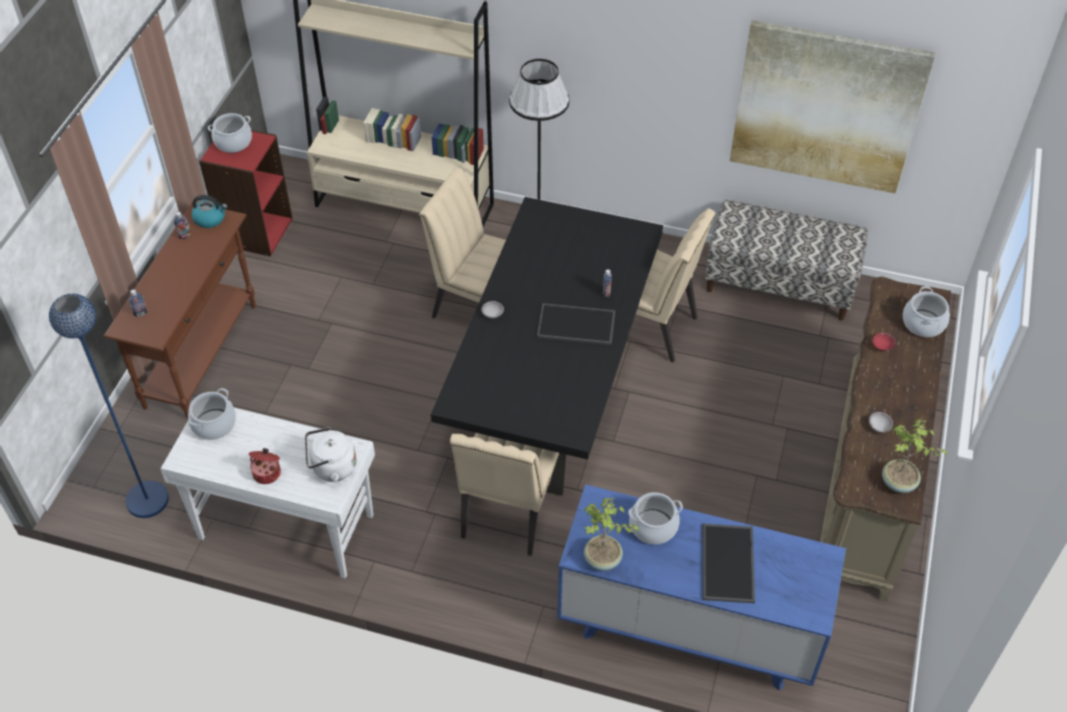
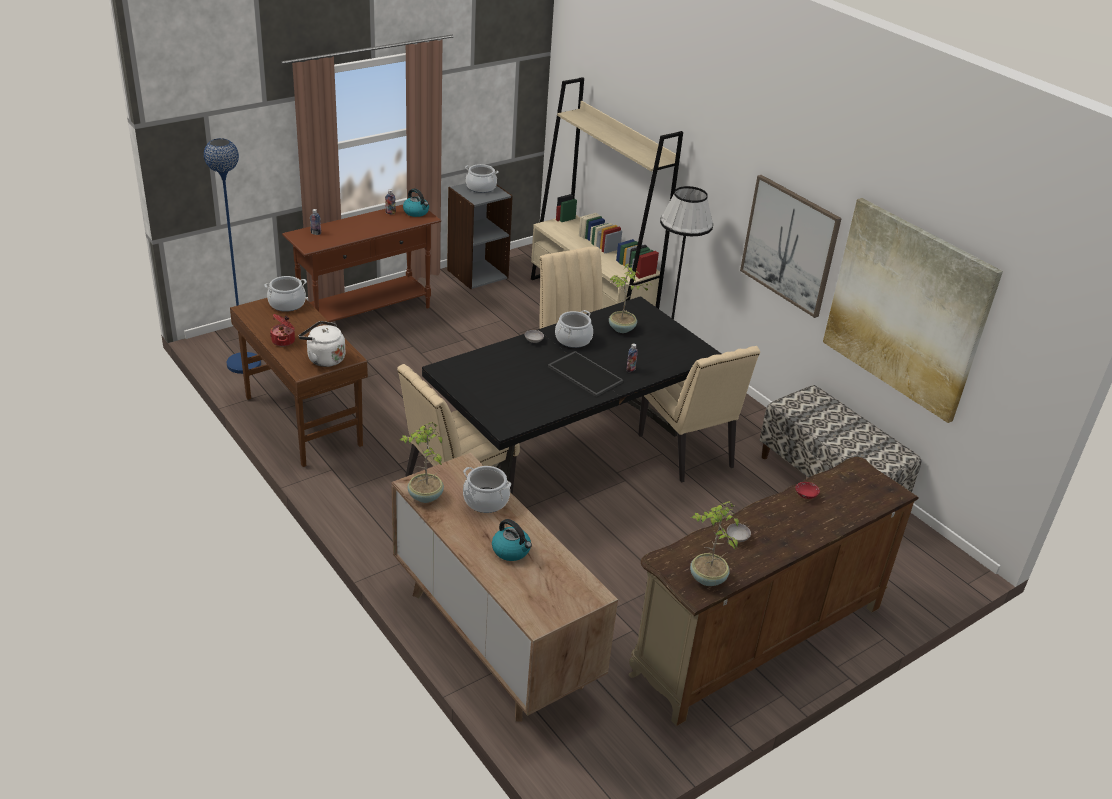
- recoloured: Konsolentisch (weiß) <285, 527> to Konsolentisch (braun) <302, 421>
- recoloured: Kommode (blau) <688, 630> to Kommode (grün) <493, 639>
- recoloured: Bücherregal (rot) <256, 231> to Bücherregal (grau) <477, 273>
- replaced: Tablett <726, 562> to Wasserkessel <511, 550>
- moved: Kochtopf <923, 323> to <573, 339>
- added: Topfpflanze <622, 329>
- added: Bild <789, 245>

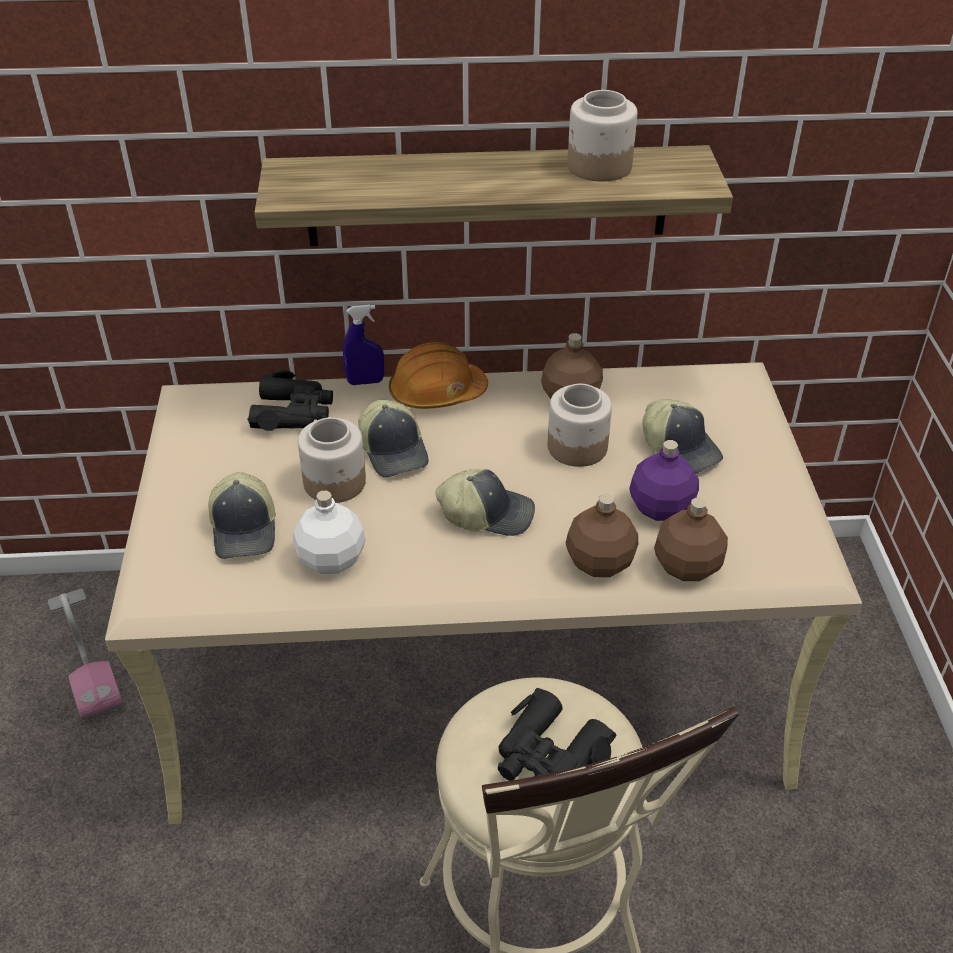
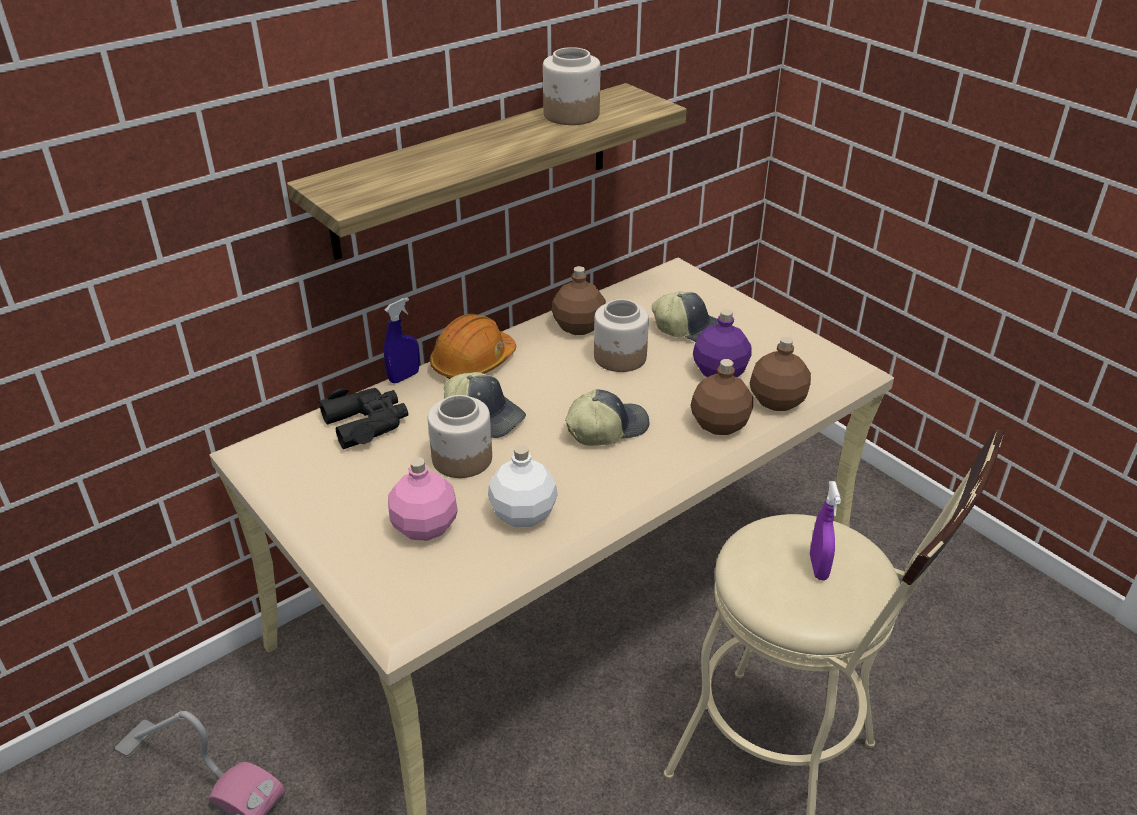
- replaced: Kappe <245, 529> to Flasche (rosa) <425, 526>
- replaced: Fernglas (schwarz) <548, 756> to Sprühflasche (lila) <818, 567>

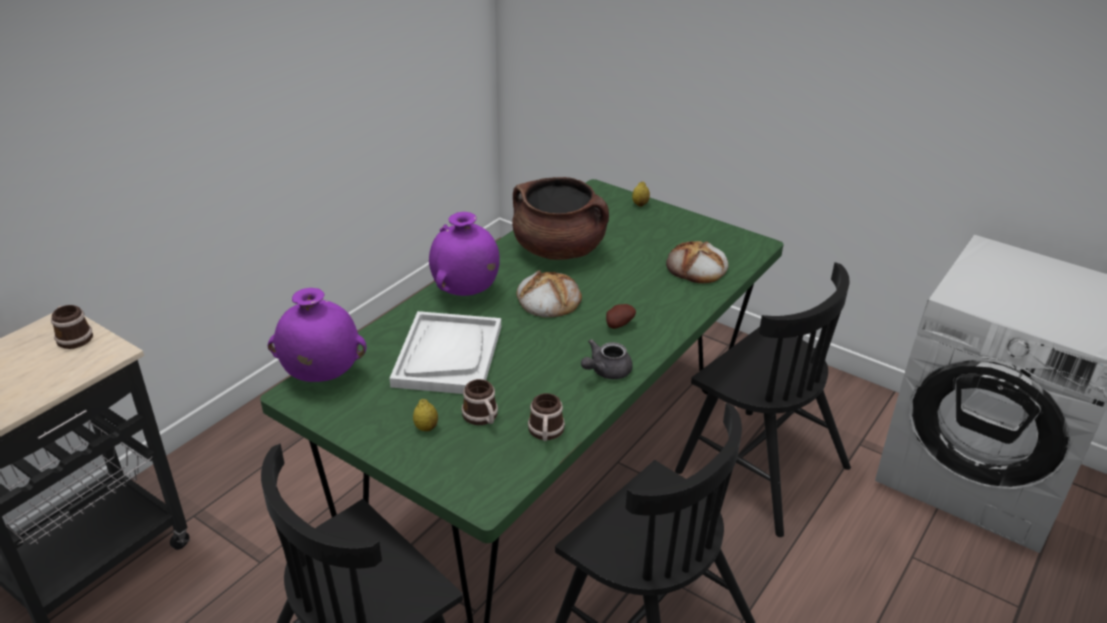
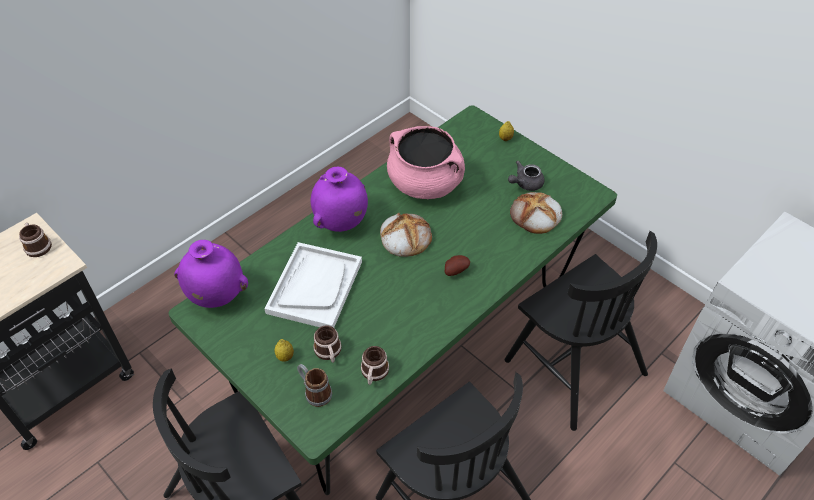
- added: Henkelbecher <314, 392>
- recoloured: Kochtopf (braun) <559, 250> to Kochtopf (rosa) <425, 184>
- moved: Teekanne (grau) <606, 371> to <525, 184>

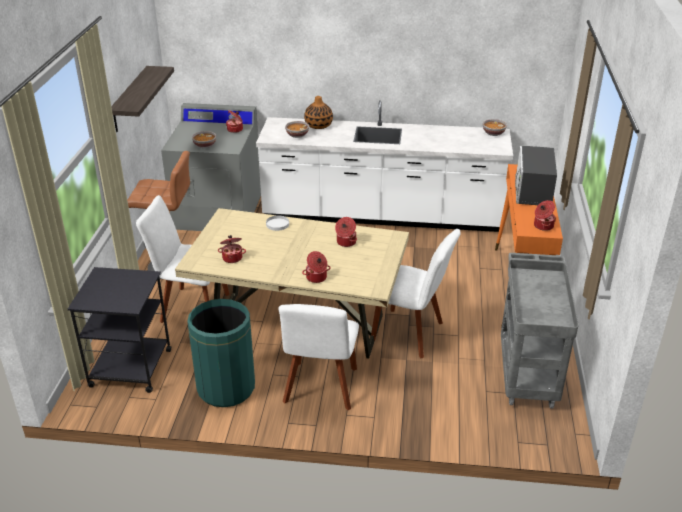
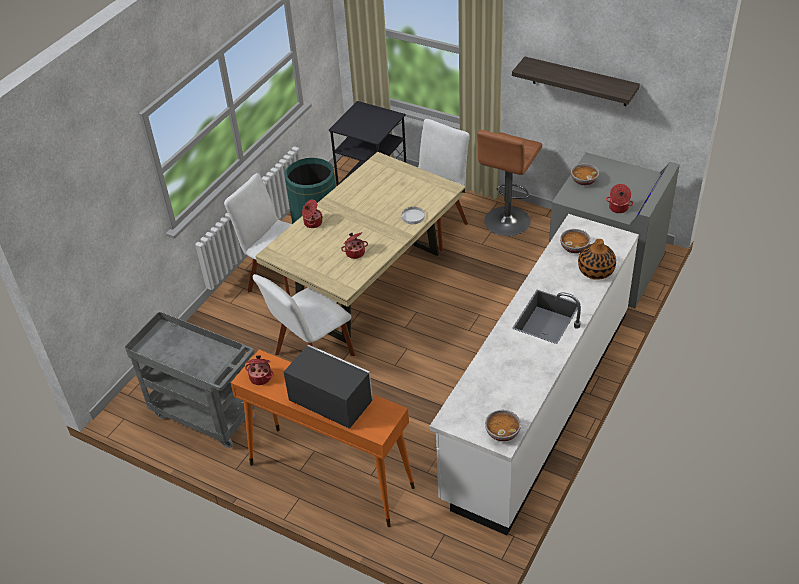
- removed: Kochtopf <232, 257>

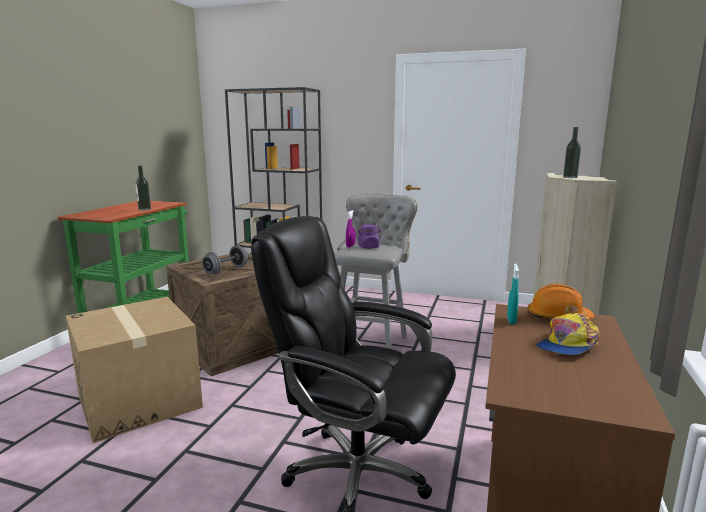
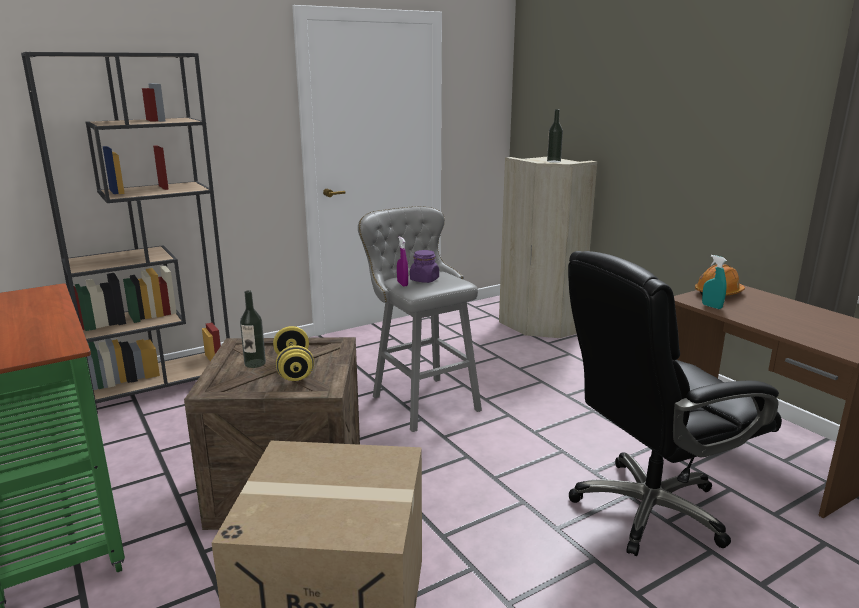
- moved: Flasche <144, 209> to <255, 363>
- recoloured: Hantel (grau) <226, 270> to Hantel (gelb) <294, 369>
- removed: Kappe <567, 345>

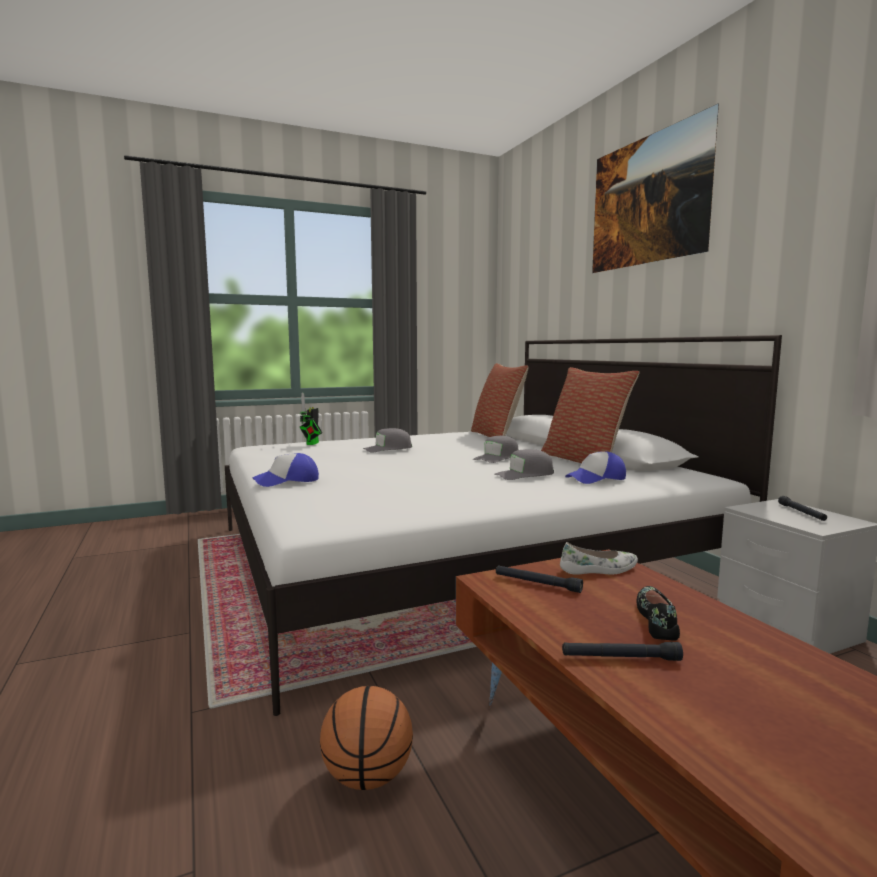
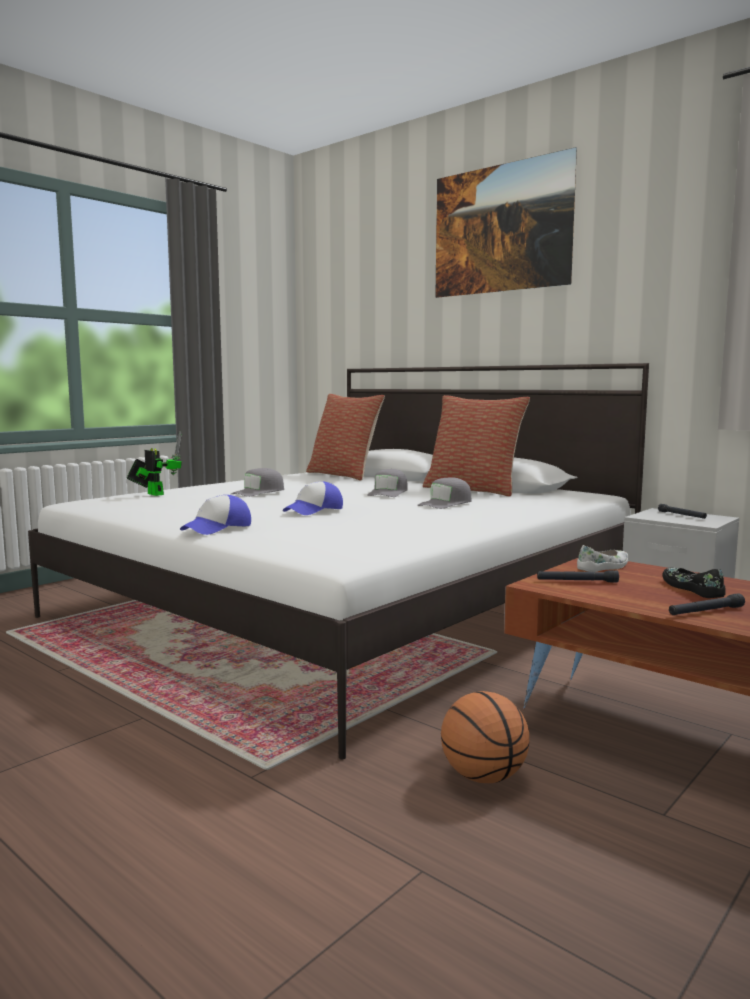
- turned: Spielzeugroboter <311, 444> = <154, 494> 150 degrees clockwise
- moved: Kappe <596, 479> to <314, 510>

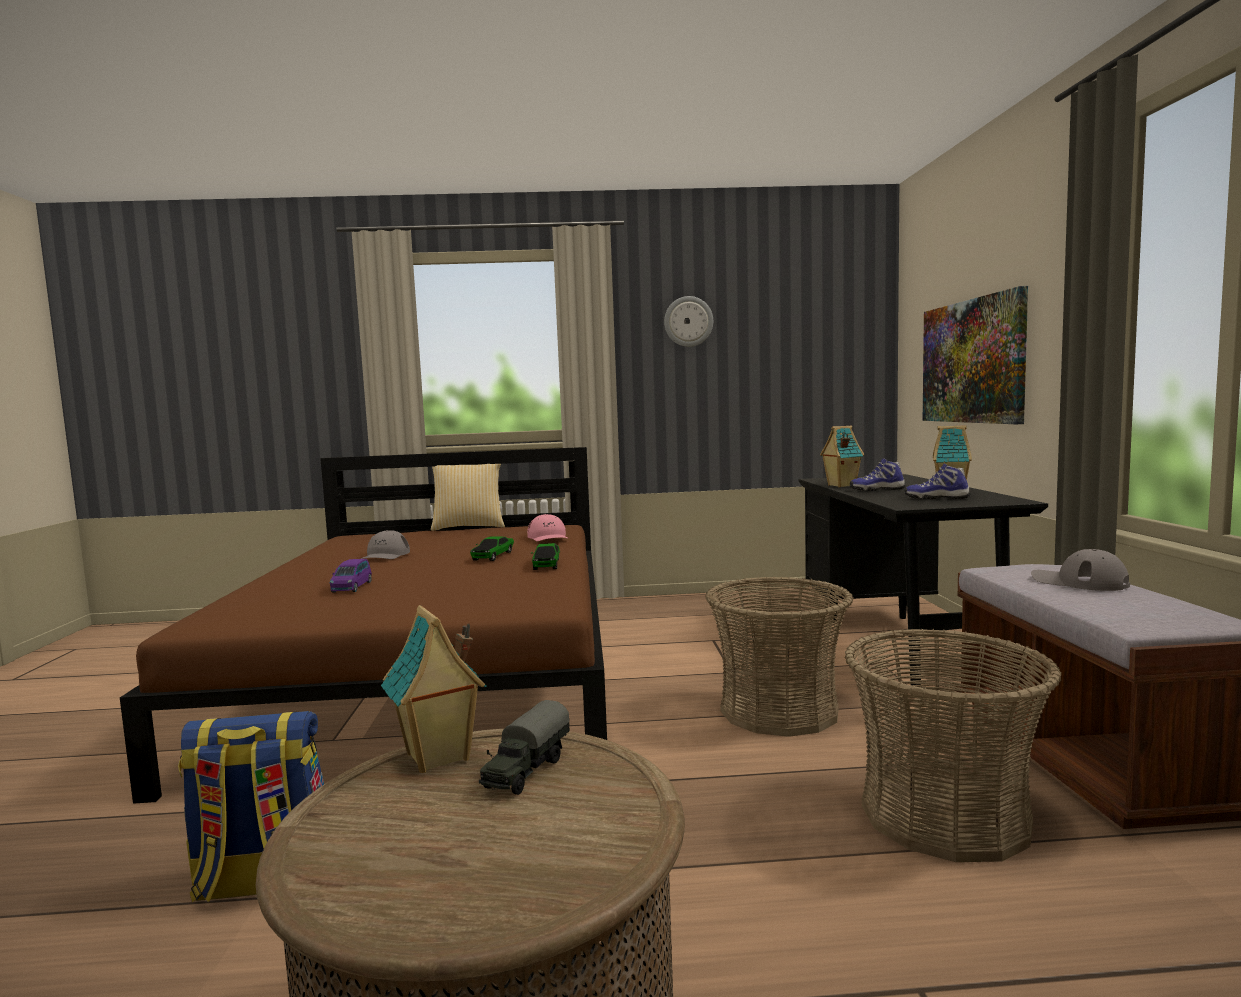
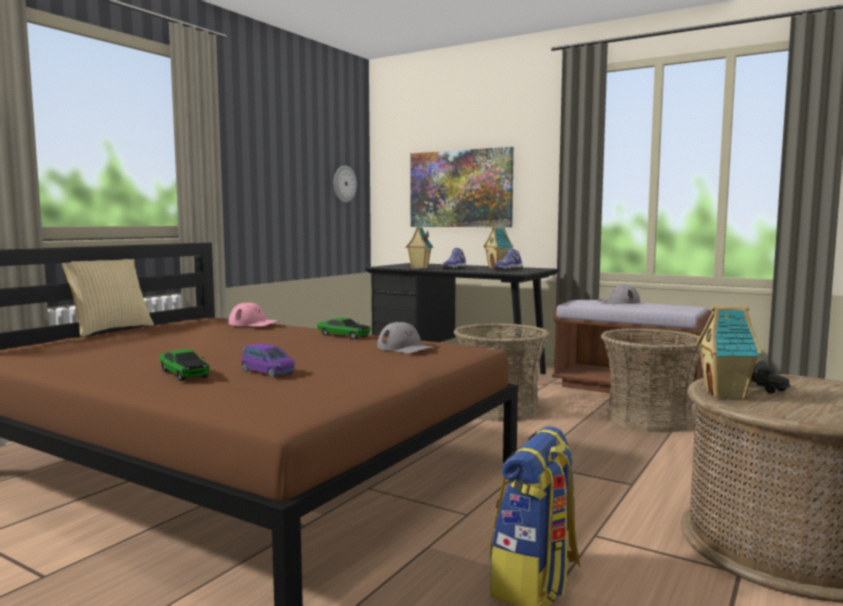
- moved: Spielzeugauto <493, 556> to <183, 374>
- moved: Wanduhr <688, 321> to <344, 184>
- moved: Kappe (grau) <385, 555> to <405, 348>

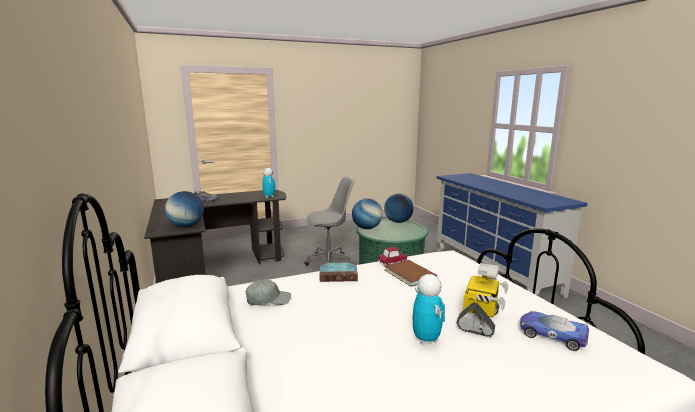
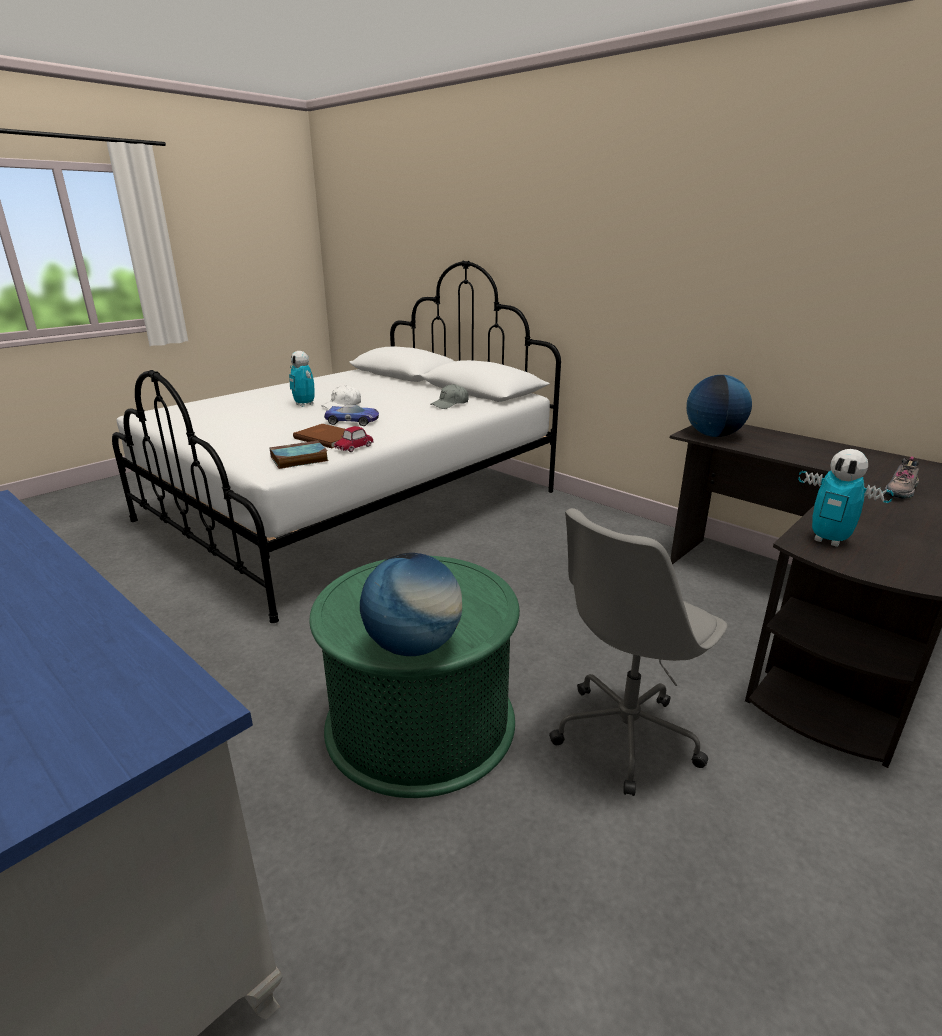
- moved: Buch <339, 275> to <298, 459>
- added: Kappe (weiß) <342, 405>
- moved: Spielzeugauto <551, 334> to <353, 421>
- removed: Globus <367, 228>
- removed: Spielzeugroboter <479, 320>

